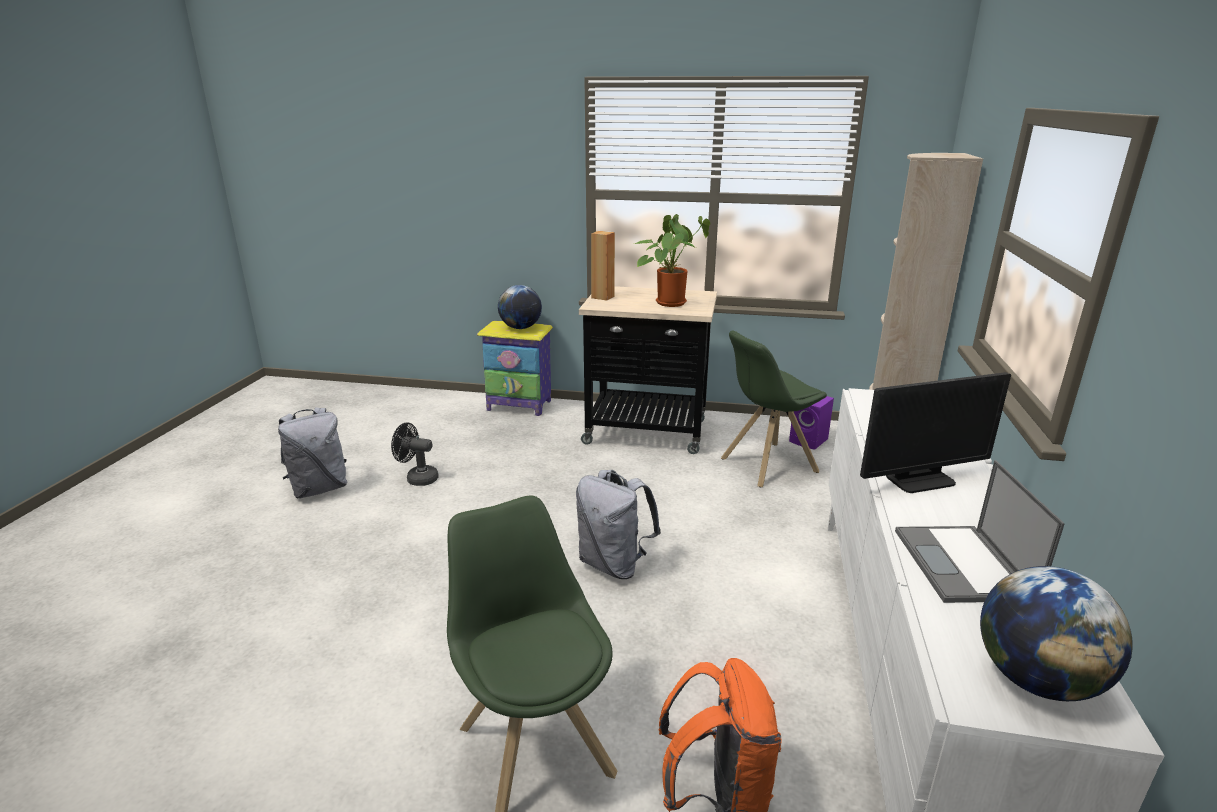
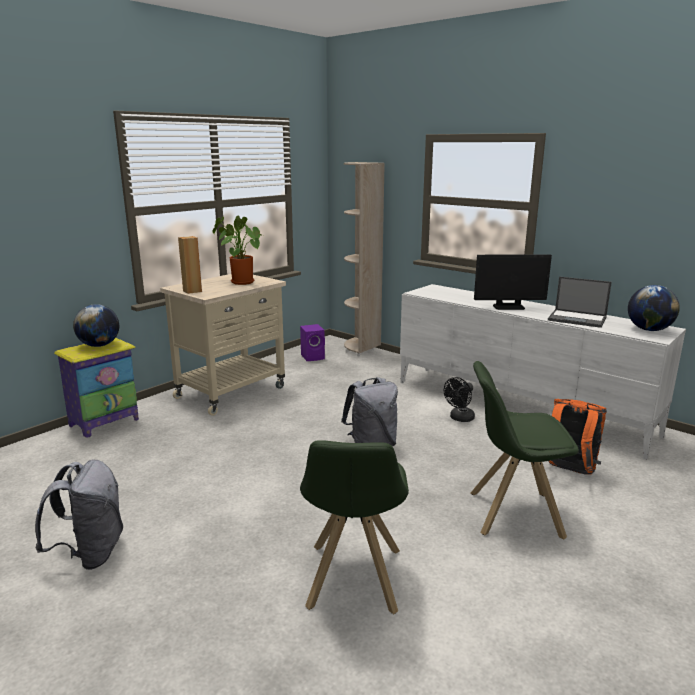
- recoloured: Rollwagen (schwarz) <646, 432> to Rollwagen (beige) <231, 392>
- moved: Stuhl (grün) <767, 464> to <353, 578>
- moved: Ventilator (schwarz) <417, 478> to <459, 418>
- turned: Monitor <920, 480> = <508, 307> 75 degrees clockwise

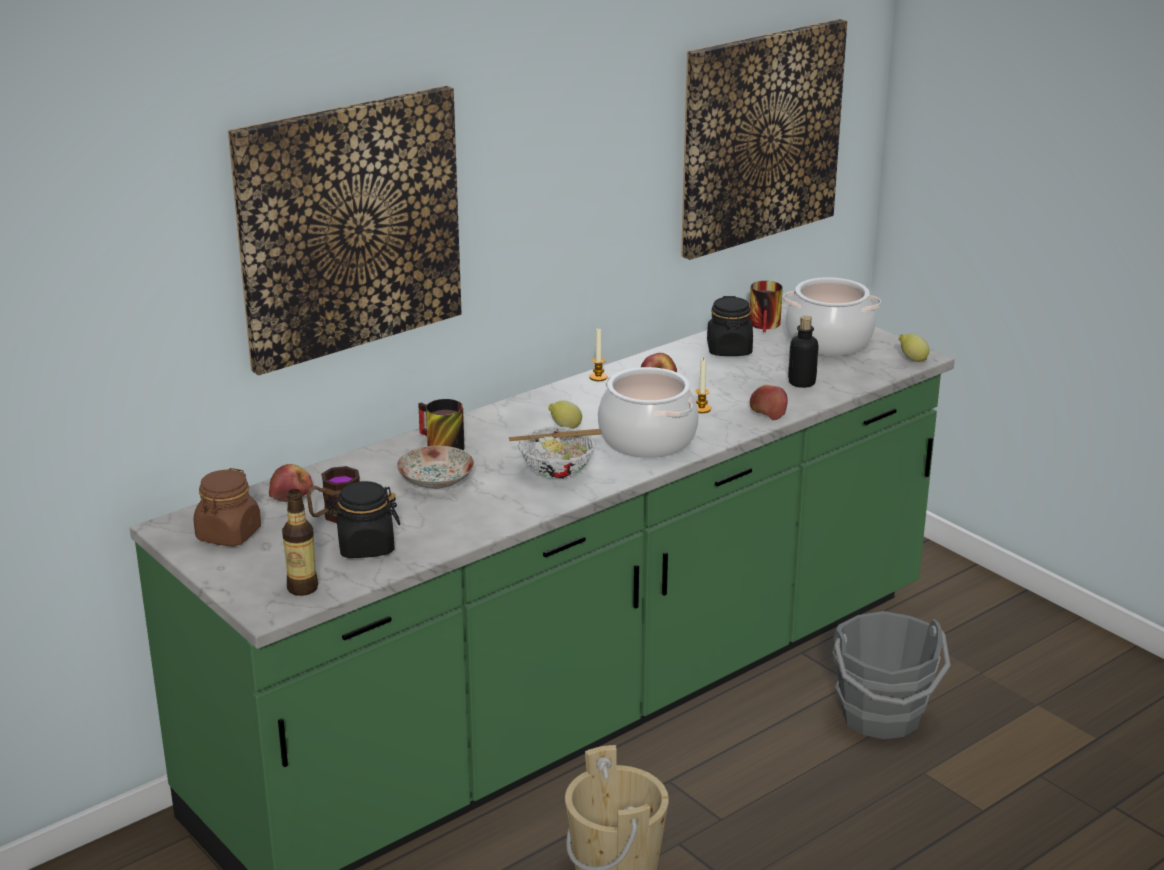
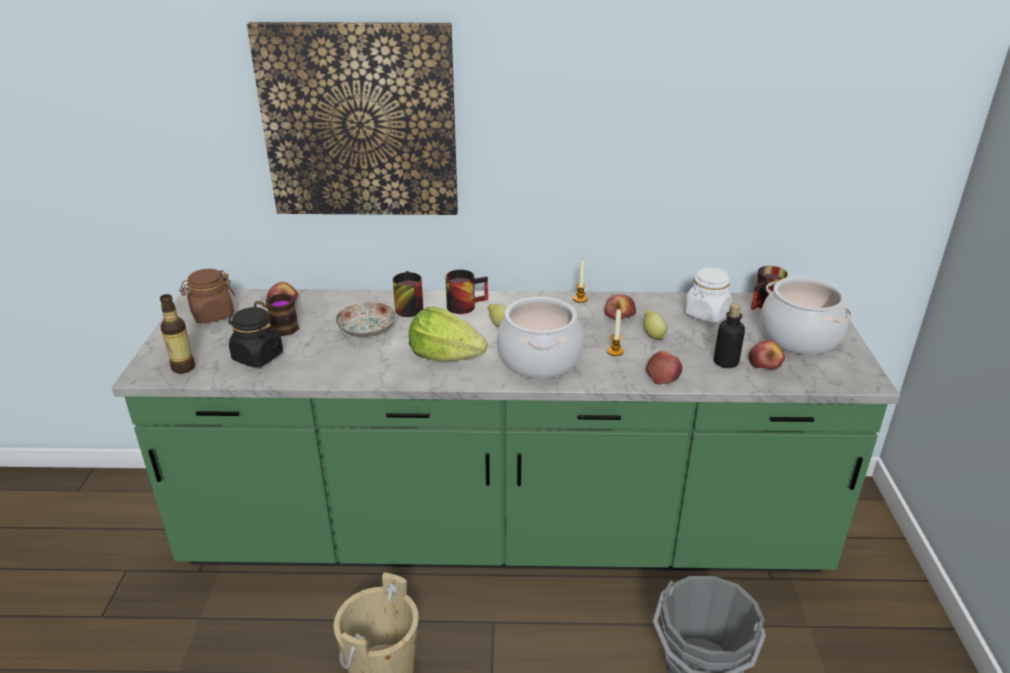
- replaced: Schüssel <557, 471> to Salatkopf <445, 356>
- added: Henkelbecher <465, 304>
- moved: Zitrone <912, 360> to <652, 335>
- recoloured: Vorratsglas (schwarz) <729, 350> to Vorratsglas (weiß) <706, 314>
- added: Apfel <765, 363>
- removed: Bild <760, 136>

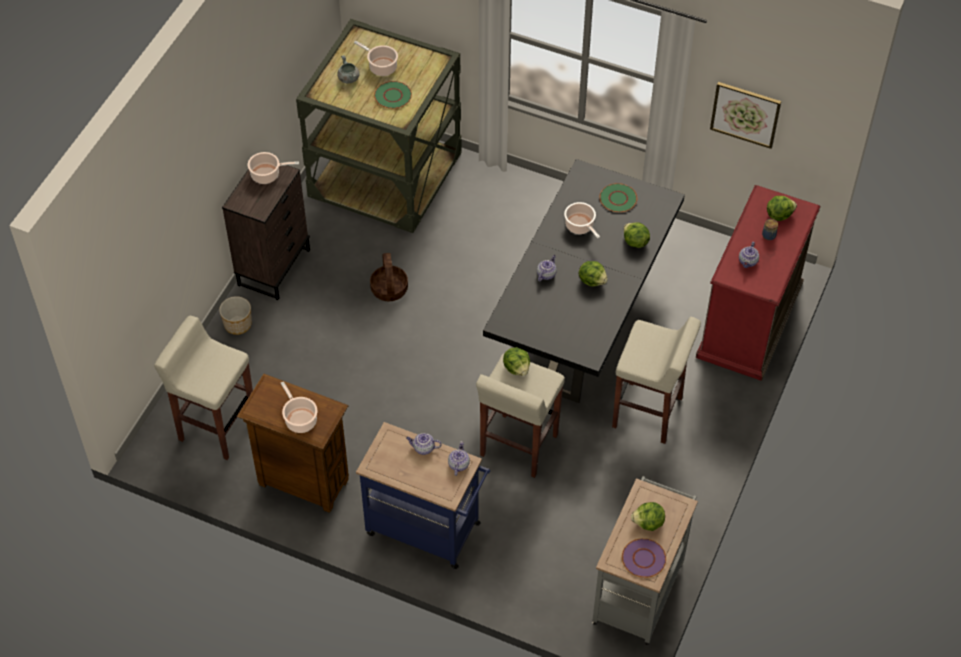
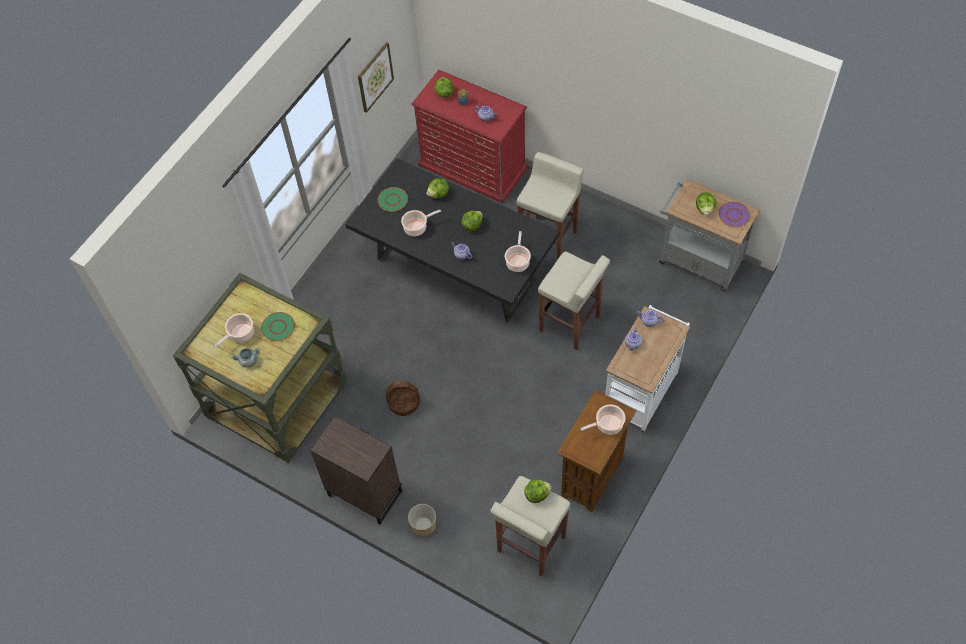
- moved: Kochtopf <267, 175> to <518, 262>
- moved: Salatkopf <517, 368> to <536, 494>
- recoloured: Rollwagen (blau) <426, 530> to Rollwagen (weiß) <641, 392>

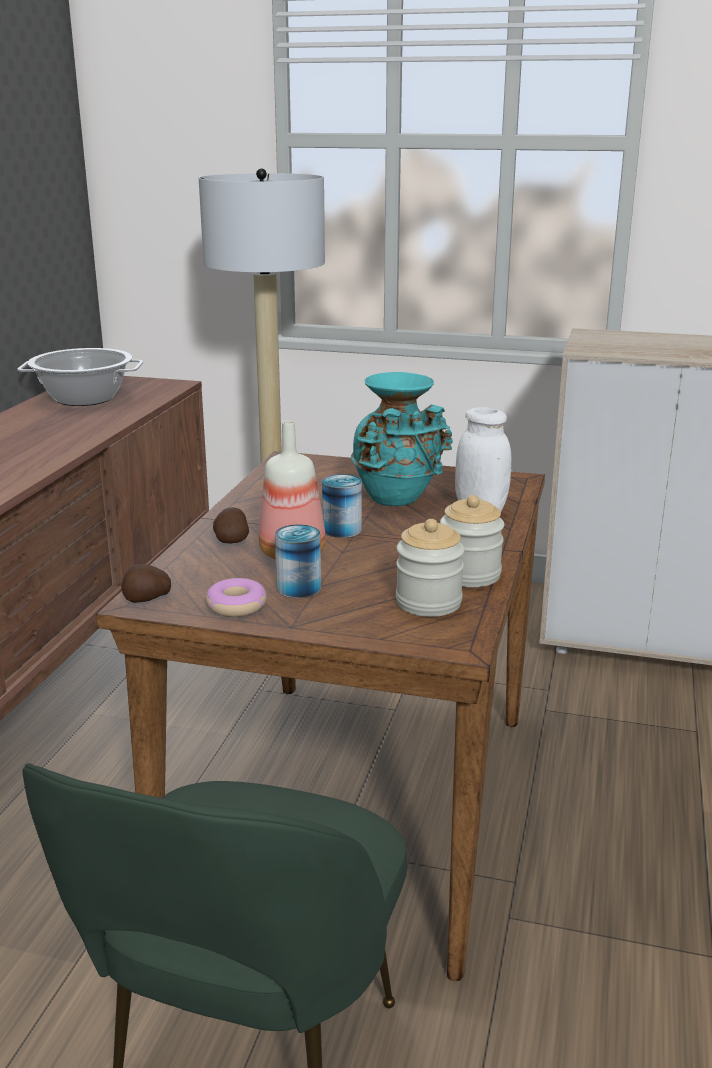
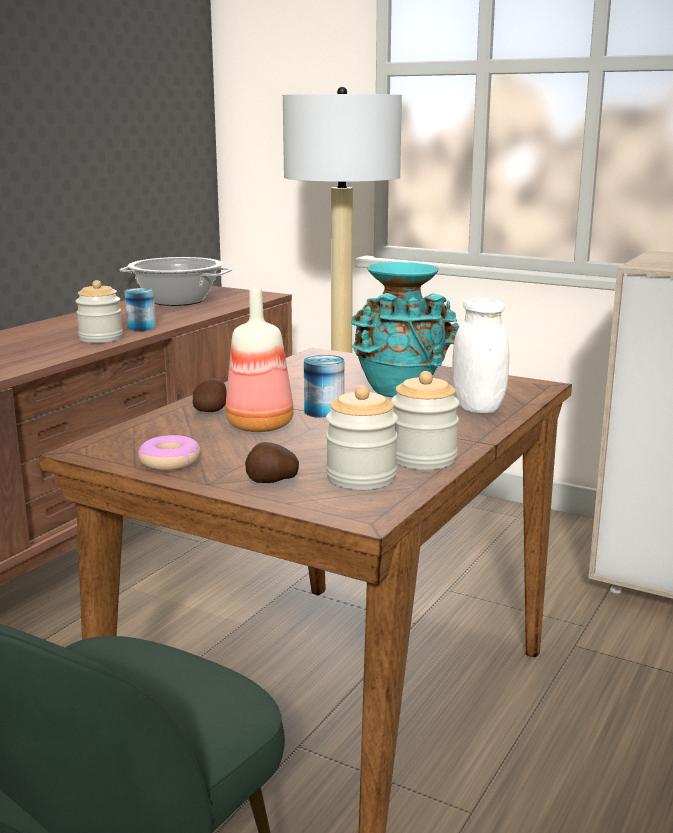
- added: Vorratsglas <101, 338>
- moved: Dose <298, 588> to <141, 328>
- moved: Kartoffel <147, 599> to <272, 481>

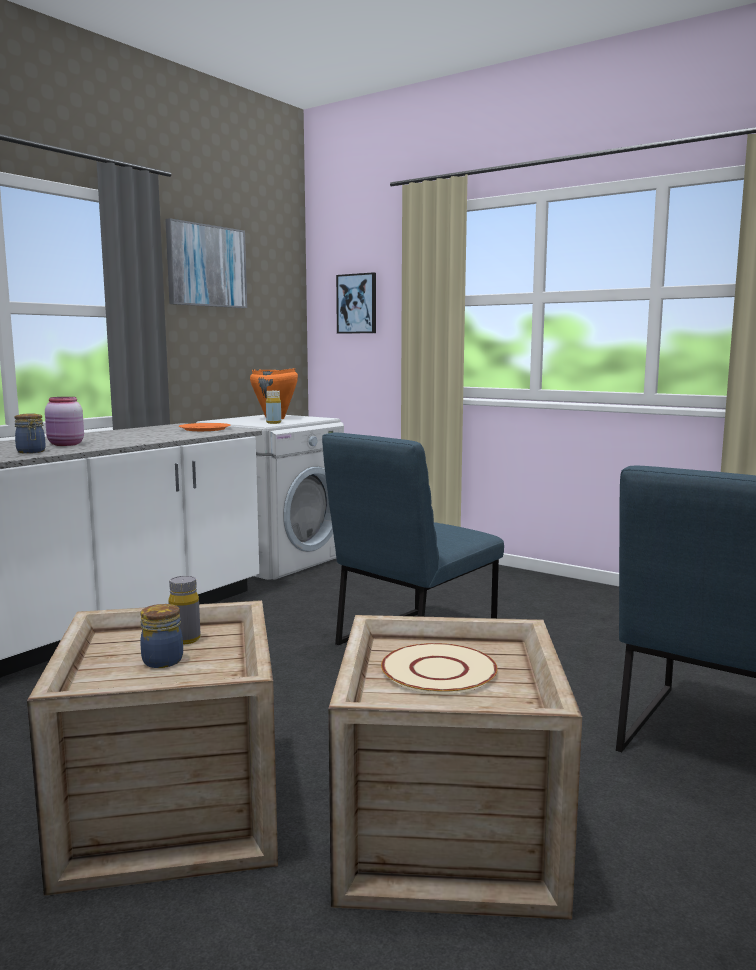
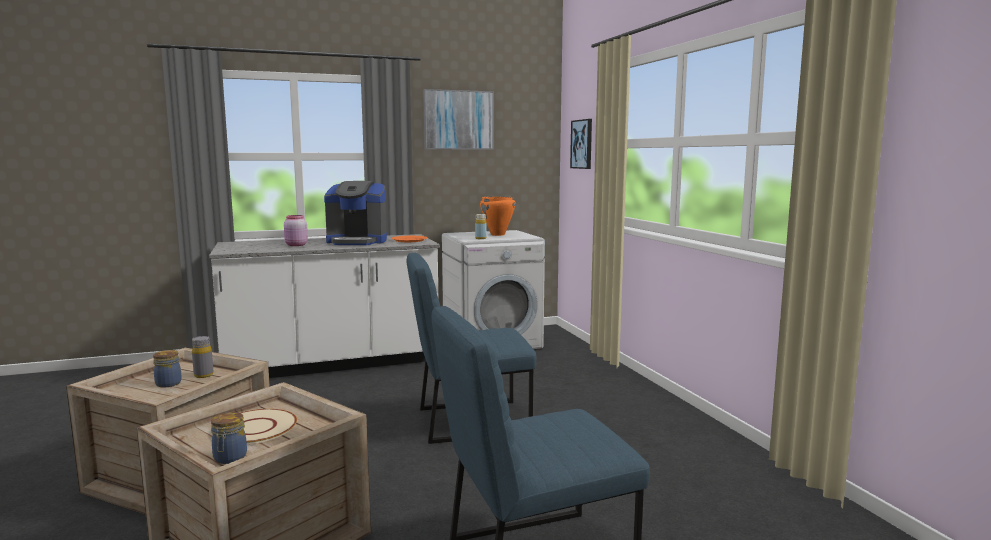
- moved: Vorratsglas <31, 452> to <229, 458>
- added: Kaffeemaschine <357, 241>

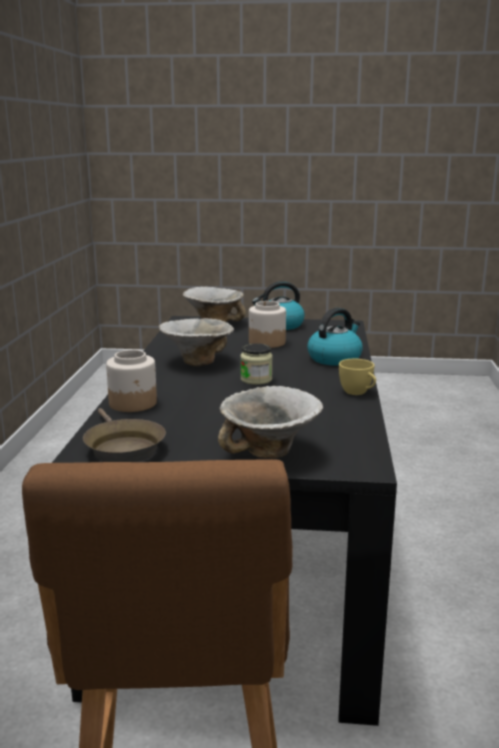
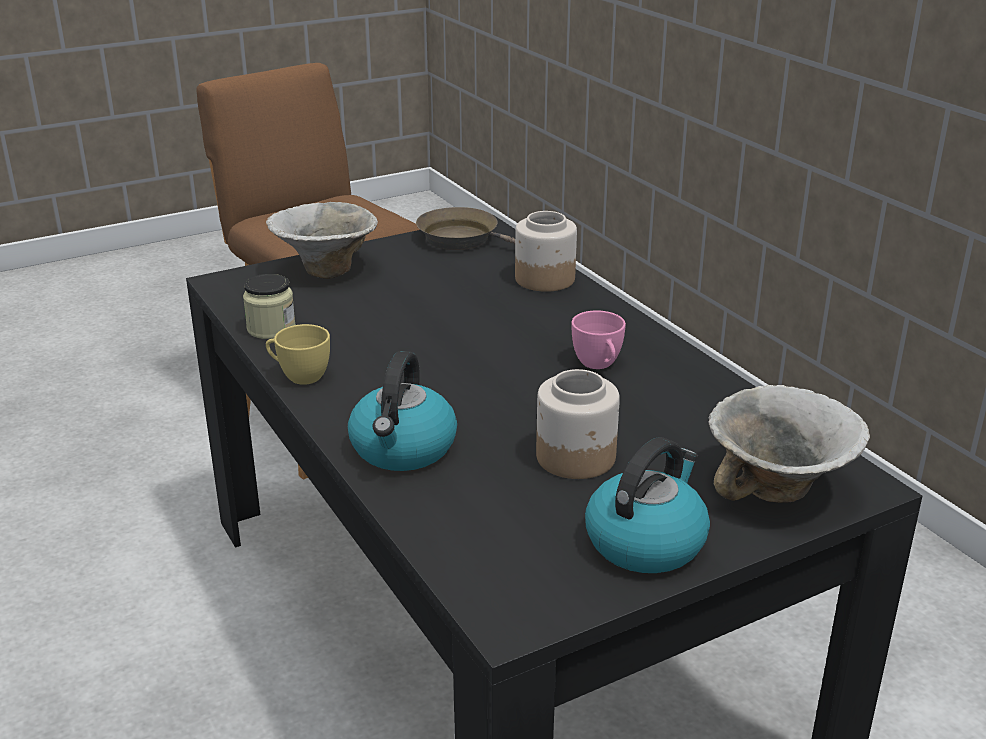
- moved: Vorratsglas <256, 379> to <271, 329>
- replaced: Schüssel <197, 362> to Tasse (rosa) <599, 365>

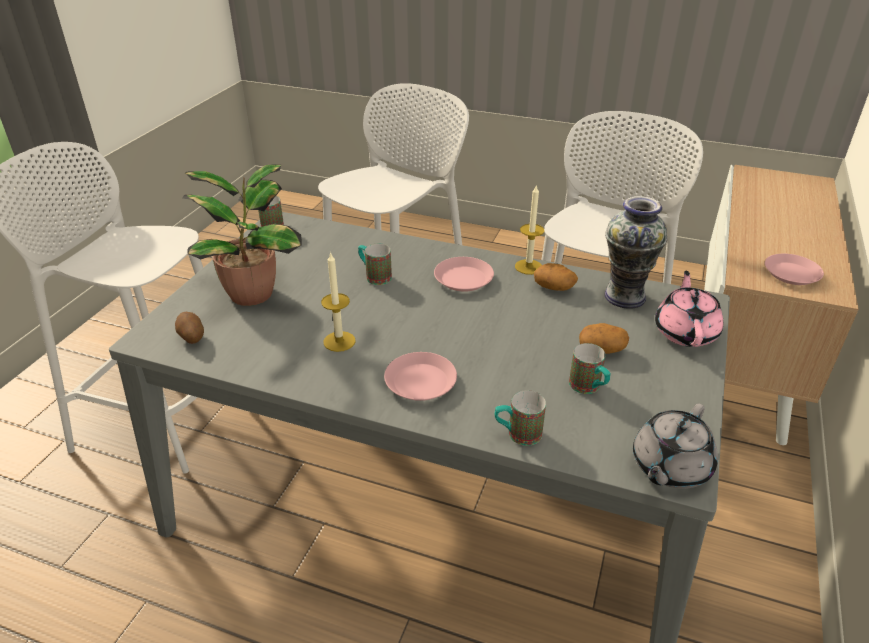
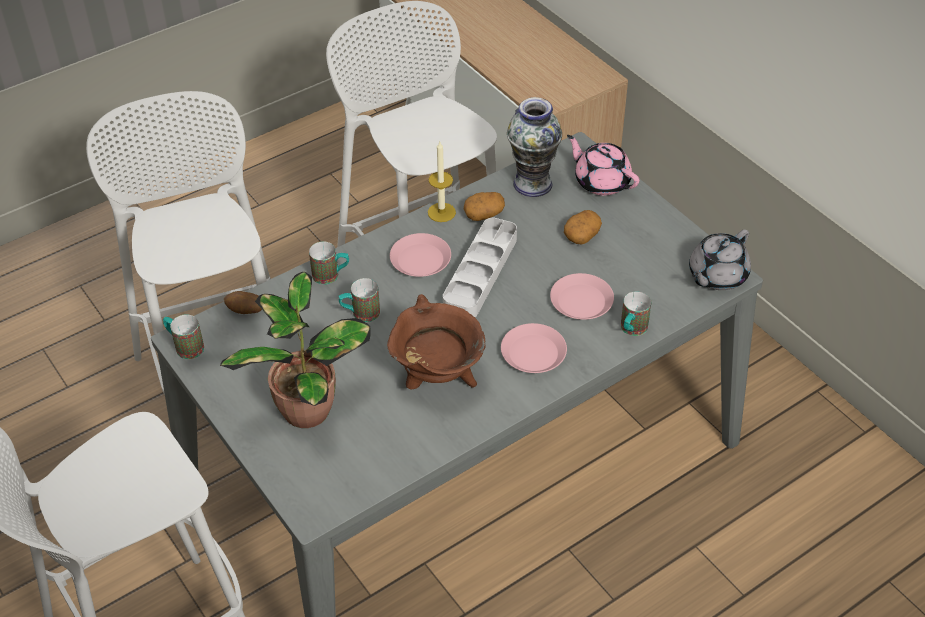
- moved: Kartoffel <191, 338> to <246, 311>
- moved: Henkelbecher <589, 388> to <331, 275>
- replaced: Kerze <339, 341> to Kochtopf (braun) <438, 379>
- added: Tablett (grau) <480, 273>
- moved: Teller (rosa) <791, 274> to <581, 302>
- turned: Teekanne (grau) <669, 467> = <716, 276> 60 degrees clockwise

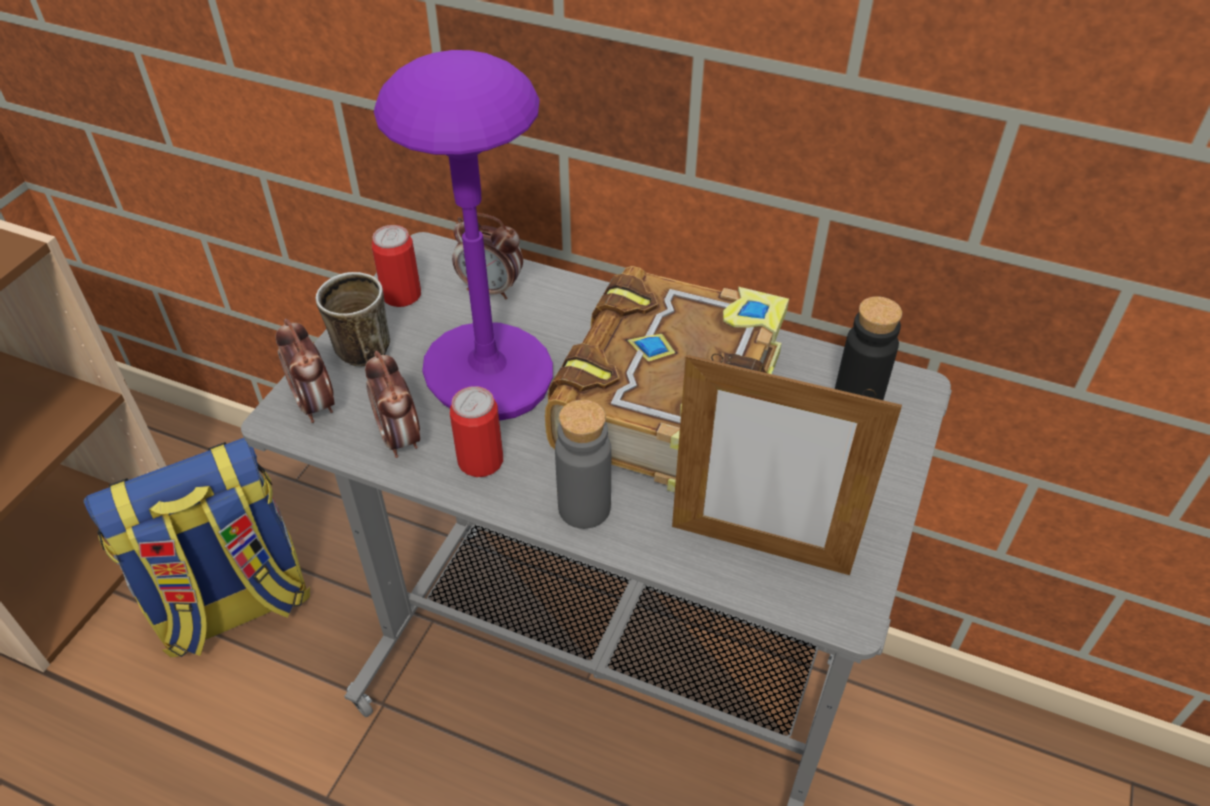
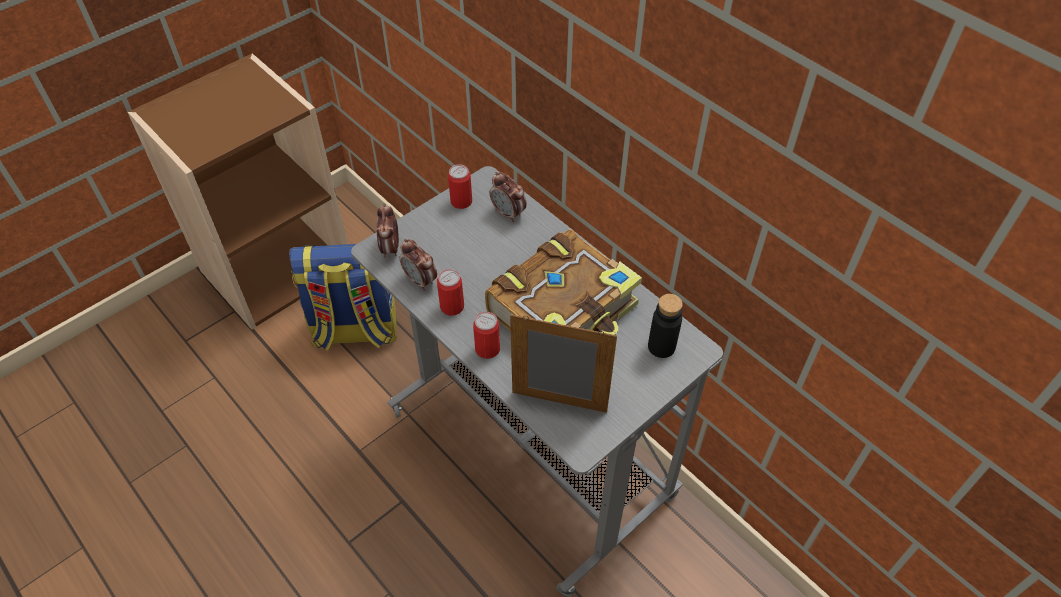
- turned: Wecker <400, 438> = <420, 281> 45 degrees counterclockwise
- replaced: Flasche (grau) <584, 508> to Dose <487, 349>
- turned: Bilderrahmen <759, 549> = <559, 402> 150 degrees clockwise
- removed: Henkelbecher <355, 348>
- removed: Tischlampe (lila) <489, 375>

